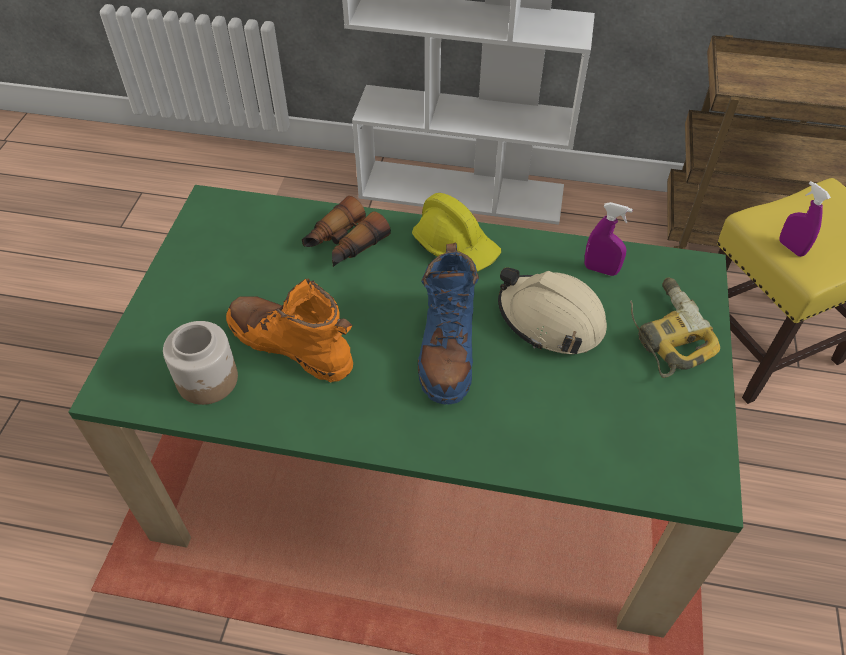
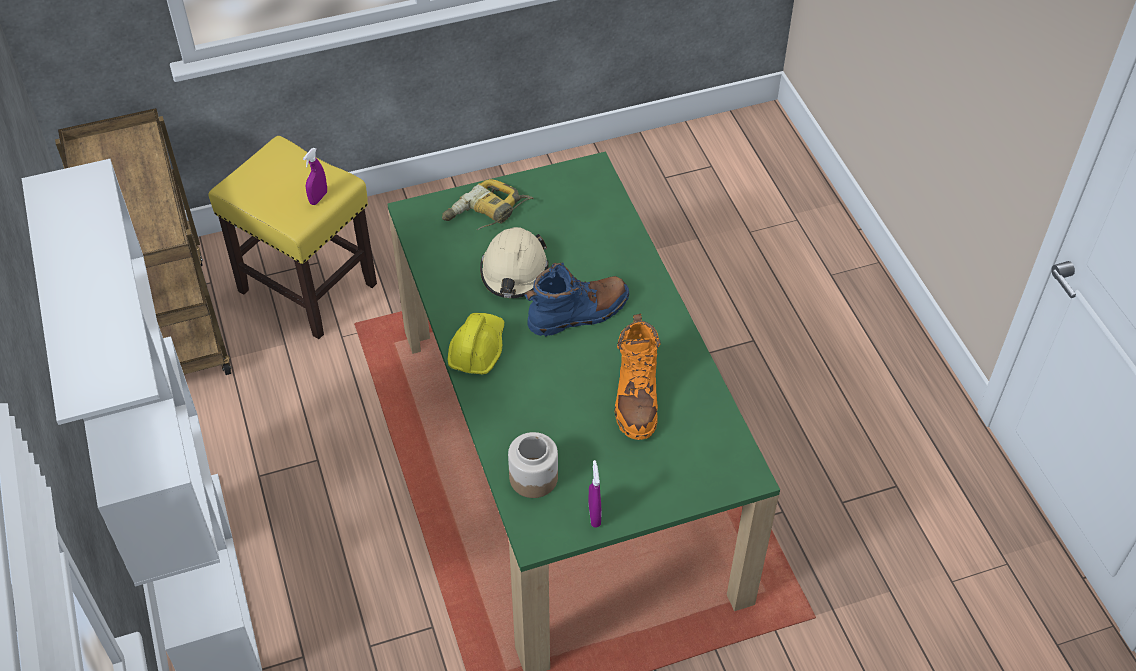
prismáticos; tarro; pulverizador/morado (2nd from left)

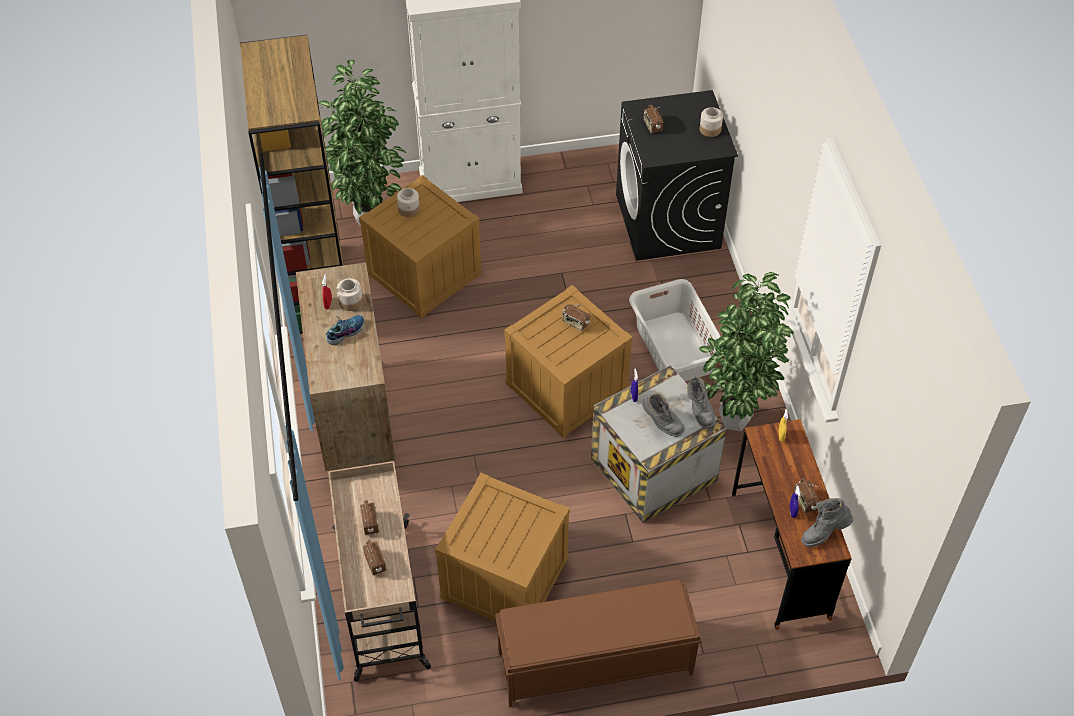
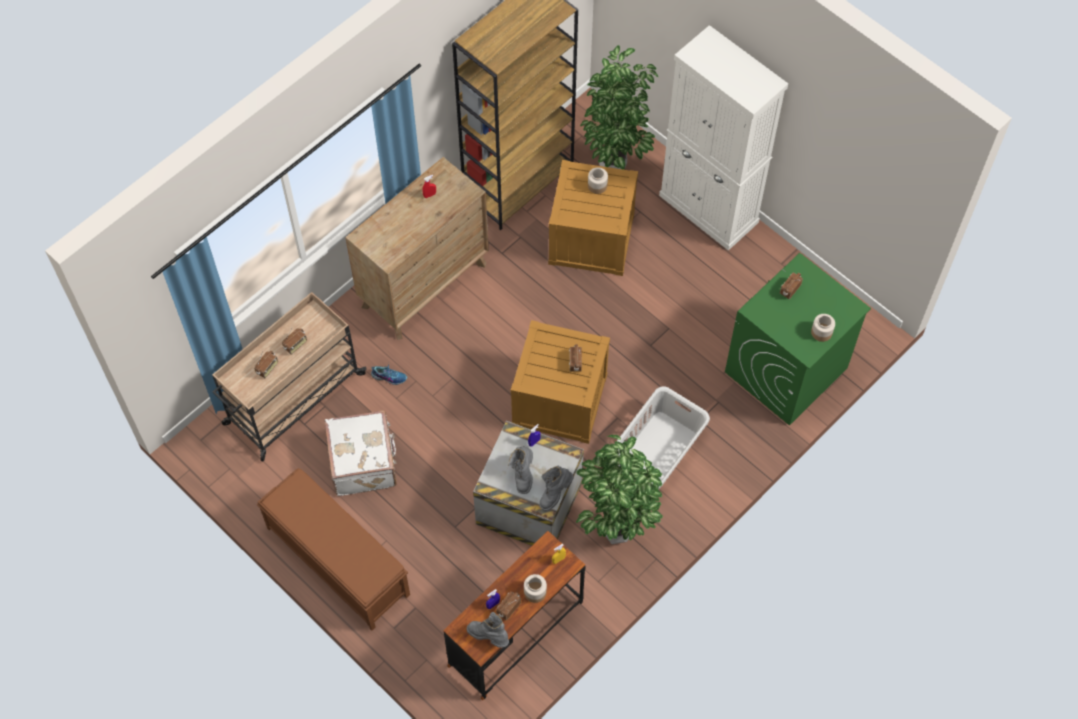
zapato; tarro (1st from left); maleta/blanco; lavadora/verde

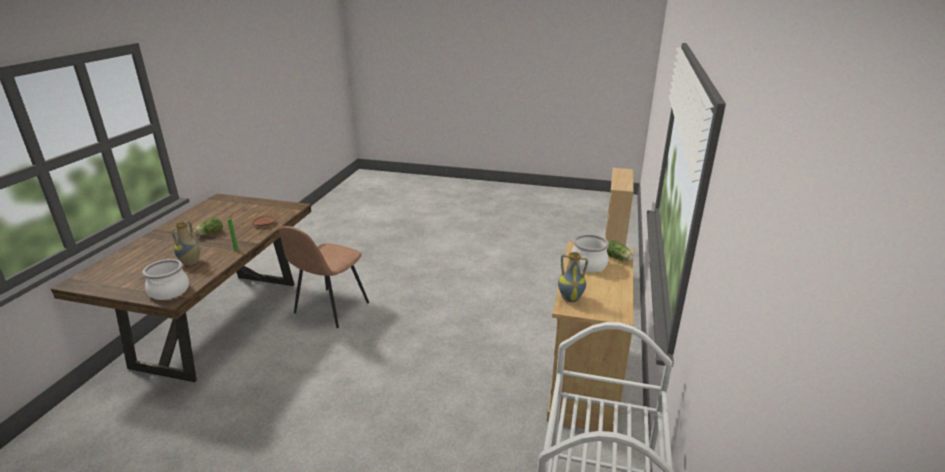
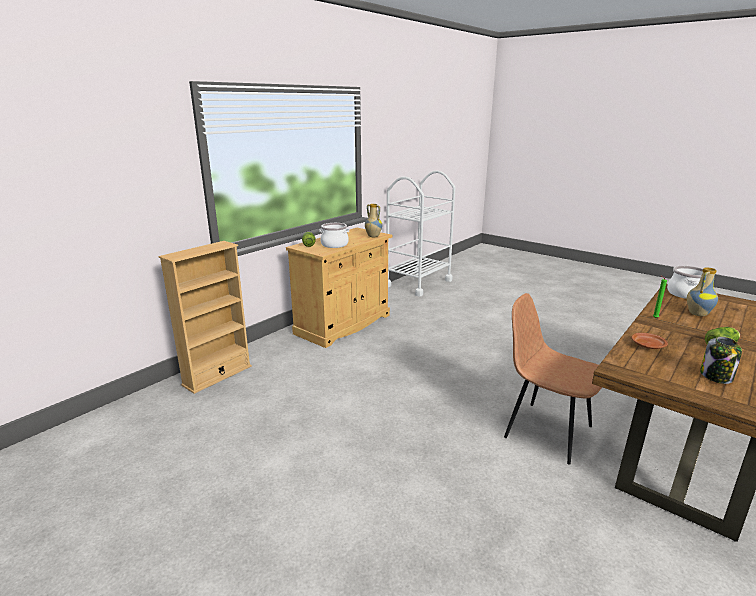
tarro; silla/marrón

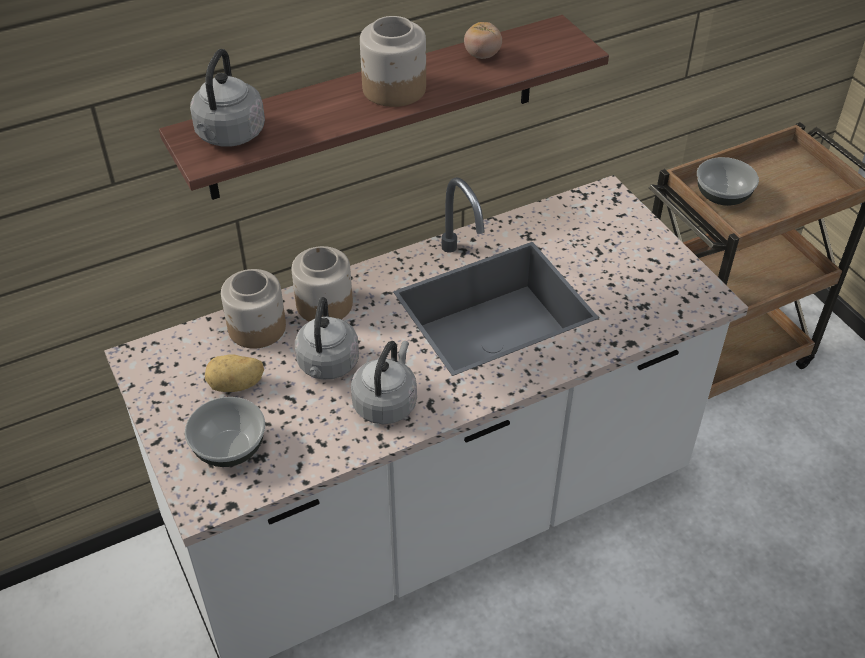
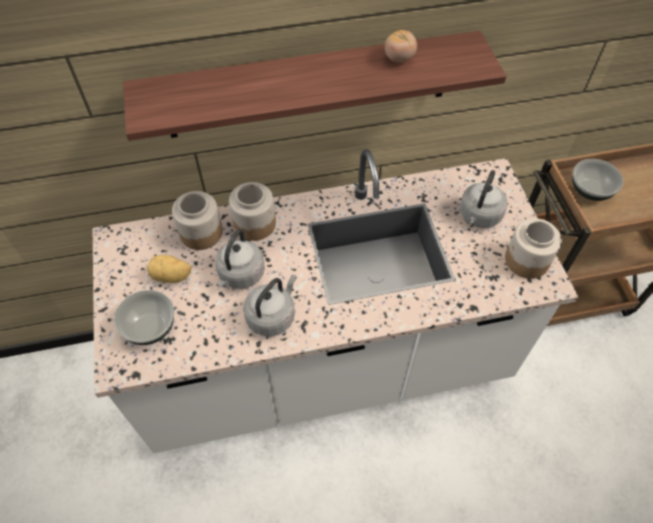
hervidor/gris (3rd from left); tarro (3rd from left)

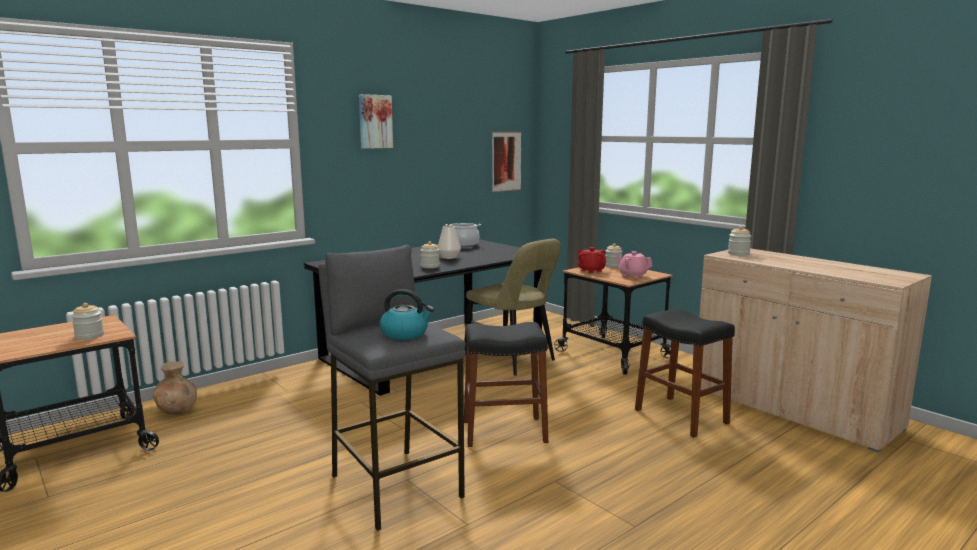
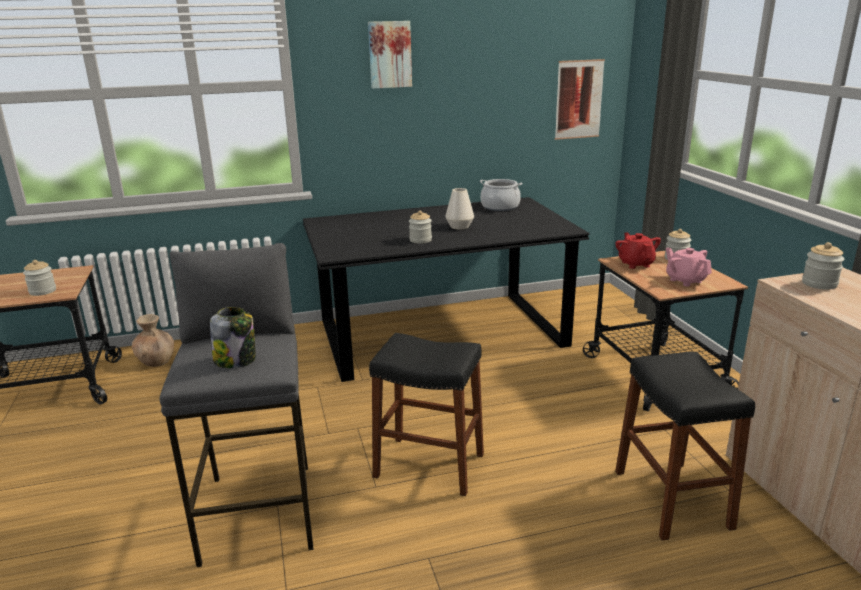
silla/beis; tarro (2nd from left)

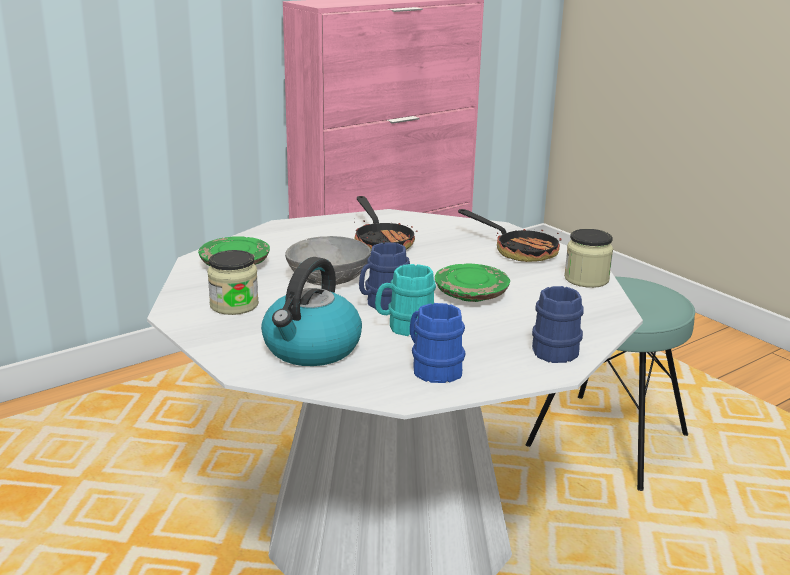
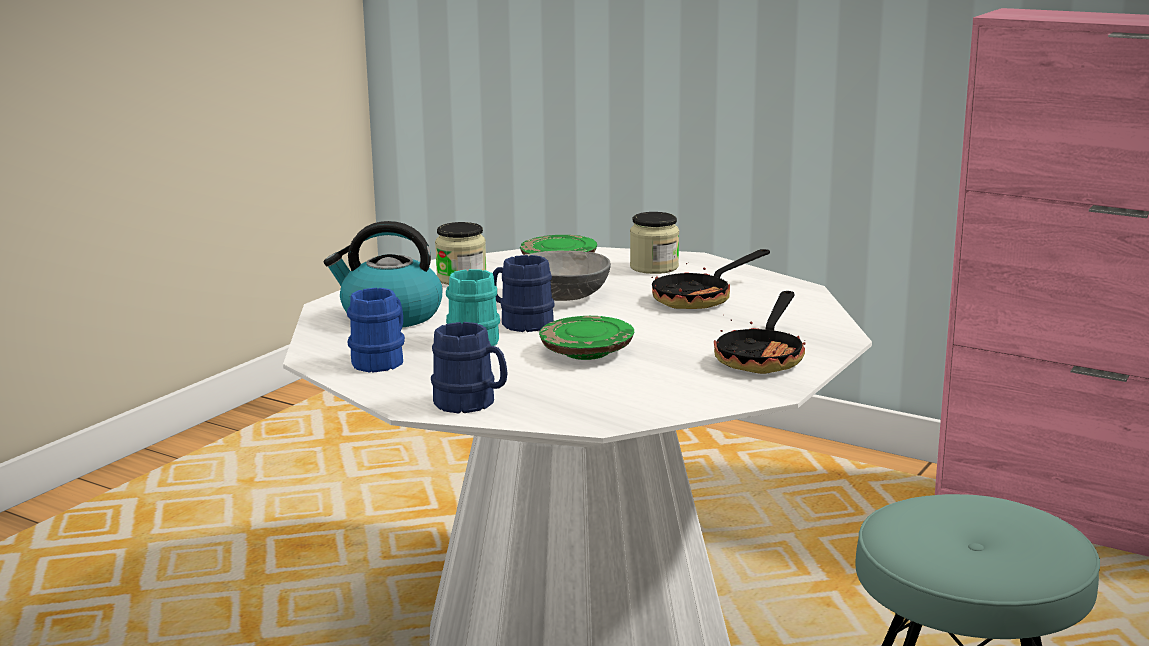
tarro (2nd from left)

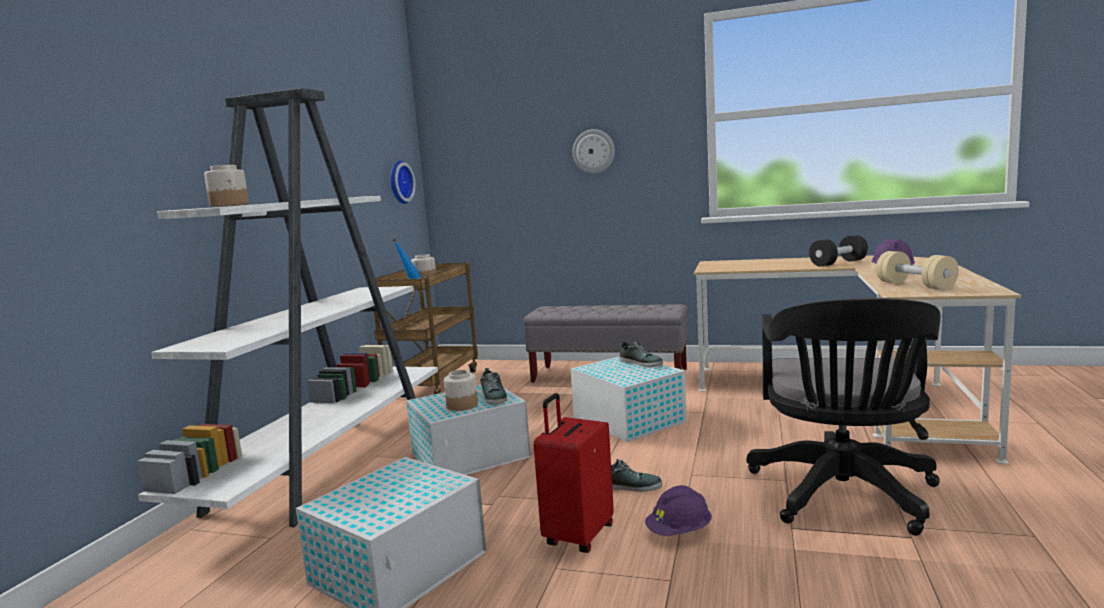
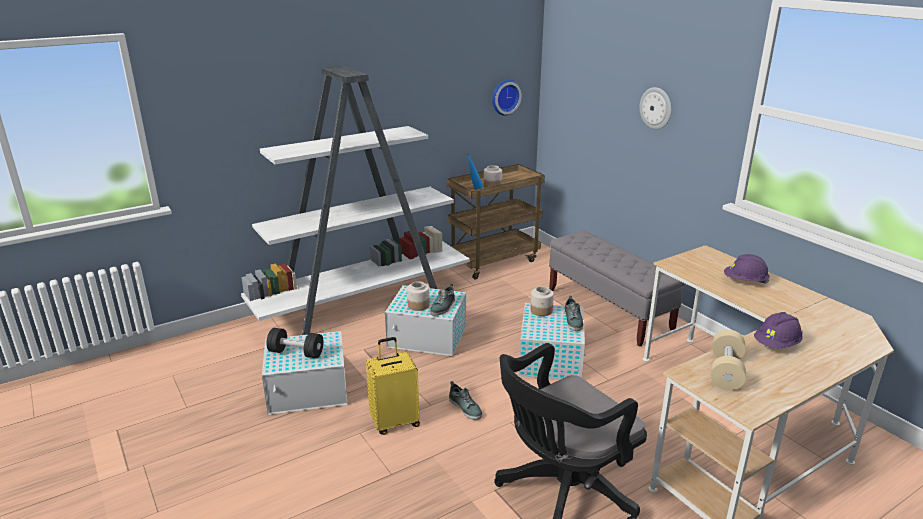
tarro (3rd from left); casco/morado (1st from left); mancuerna/negro; maleta/amarillo

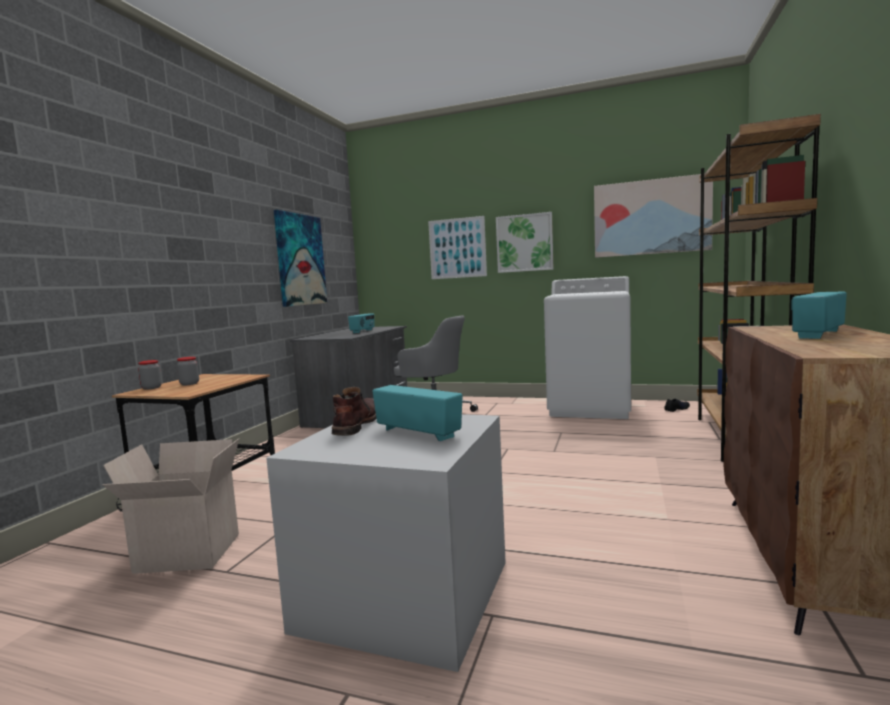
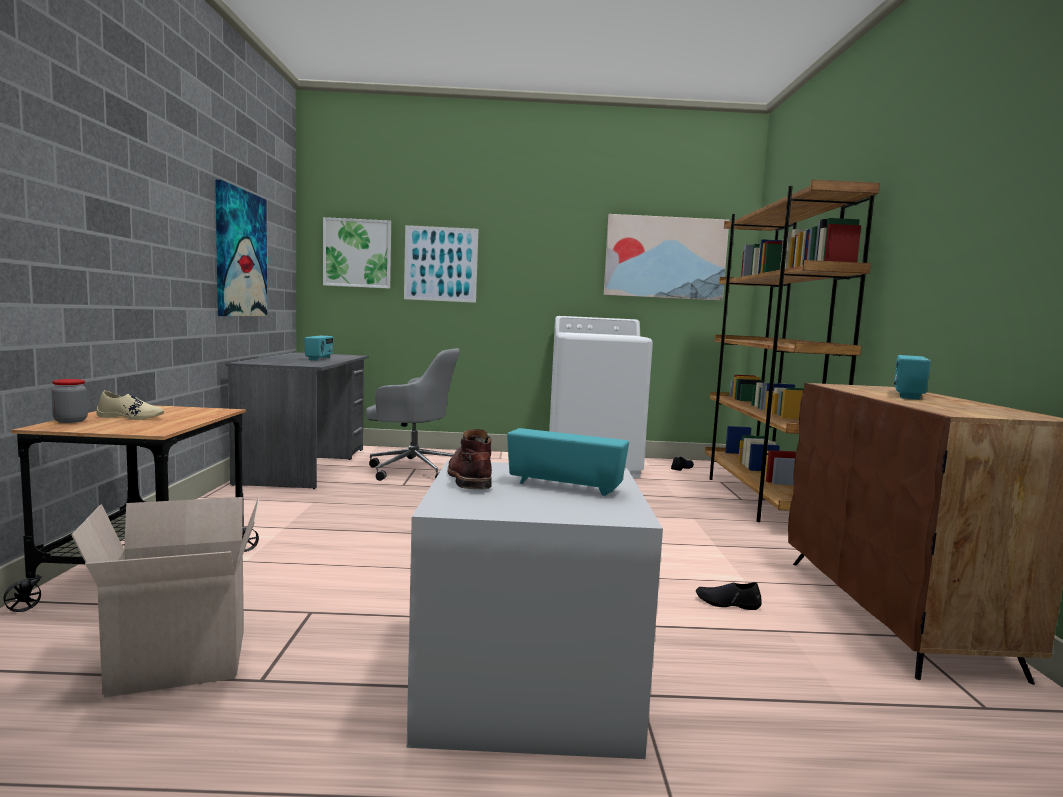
zapato/negro (2nd from left); cuadro (2nd from left); zapato/beis

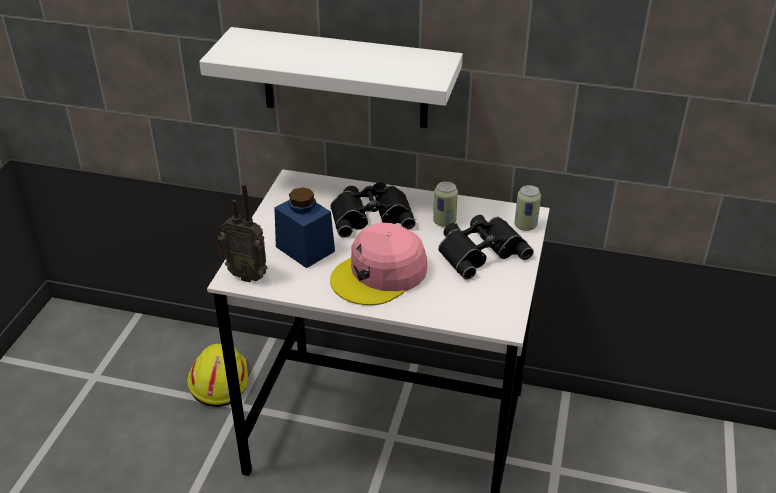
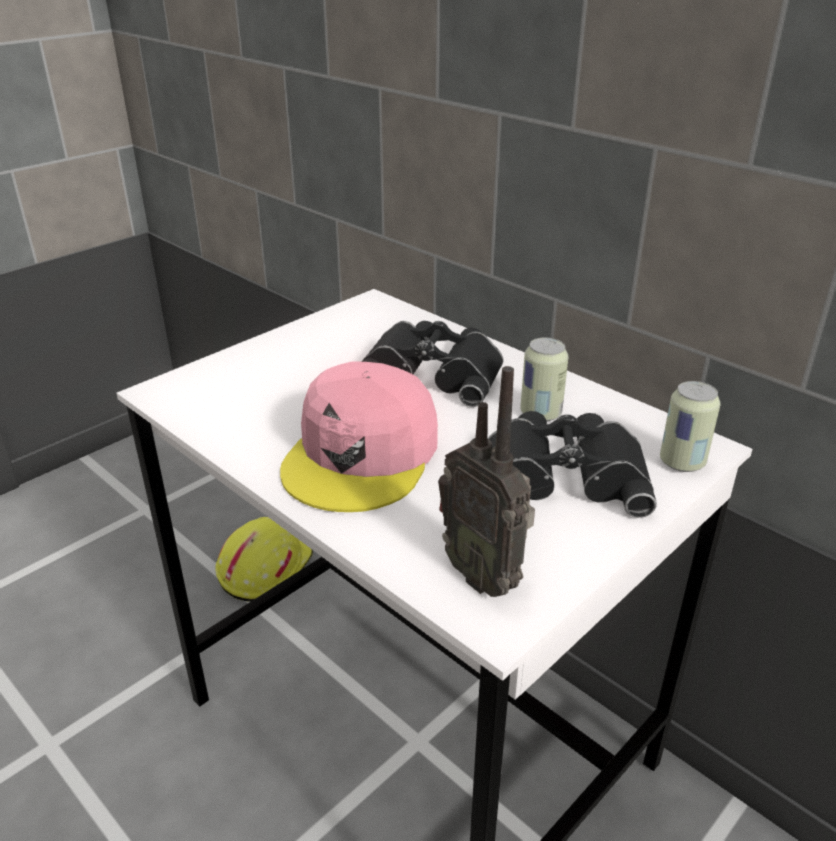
estante/blanco; tarro/azul; radio; gorra/rosa

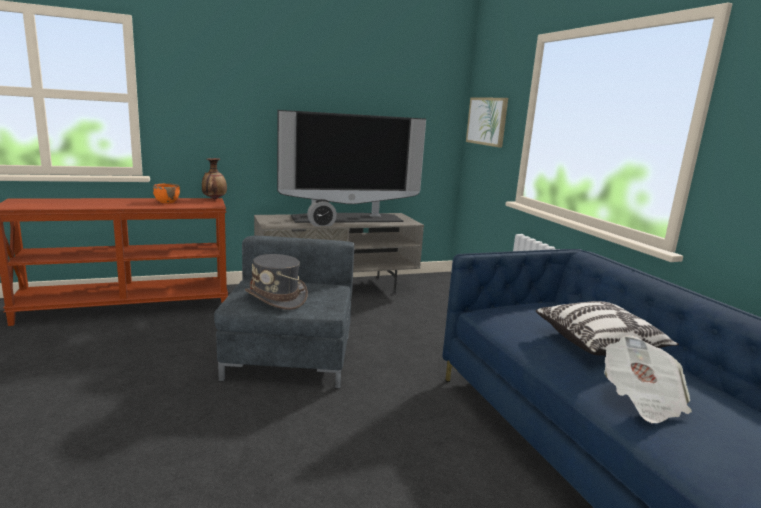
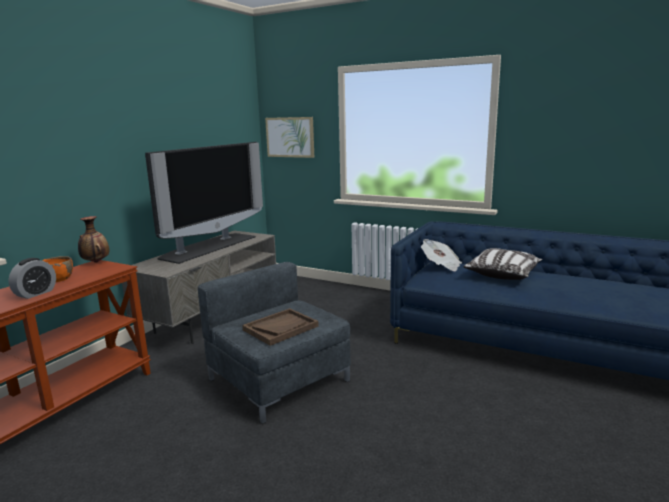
despertador; periódico; bandeja/marrón

